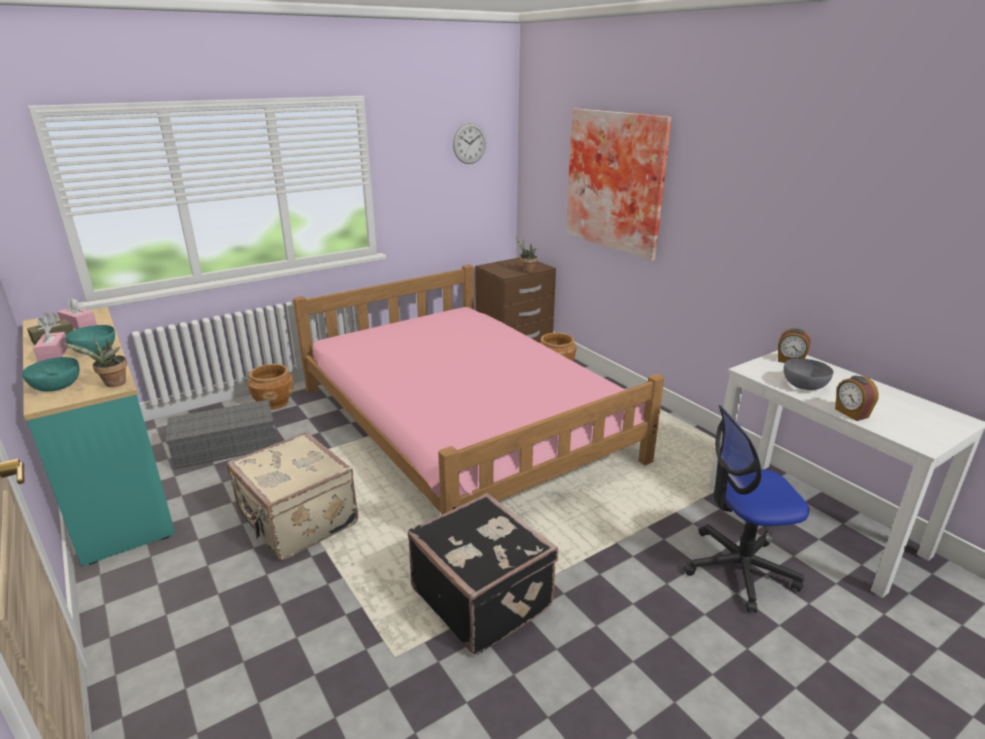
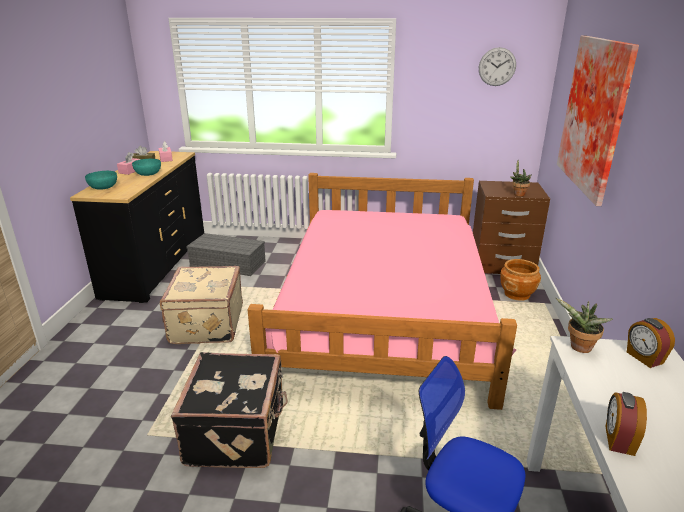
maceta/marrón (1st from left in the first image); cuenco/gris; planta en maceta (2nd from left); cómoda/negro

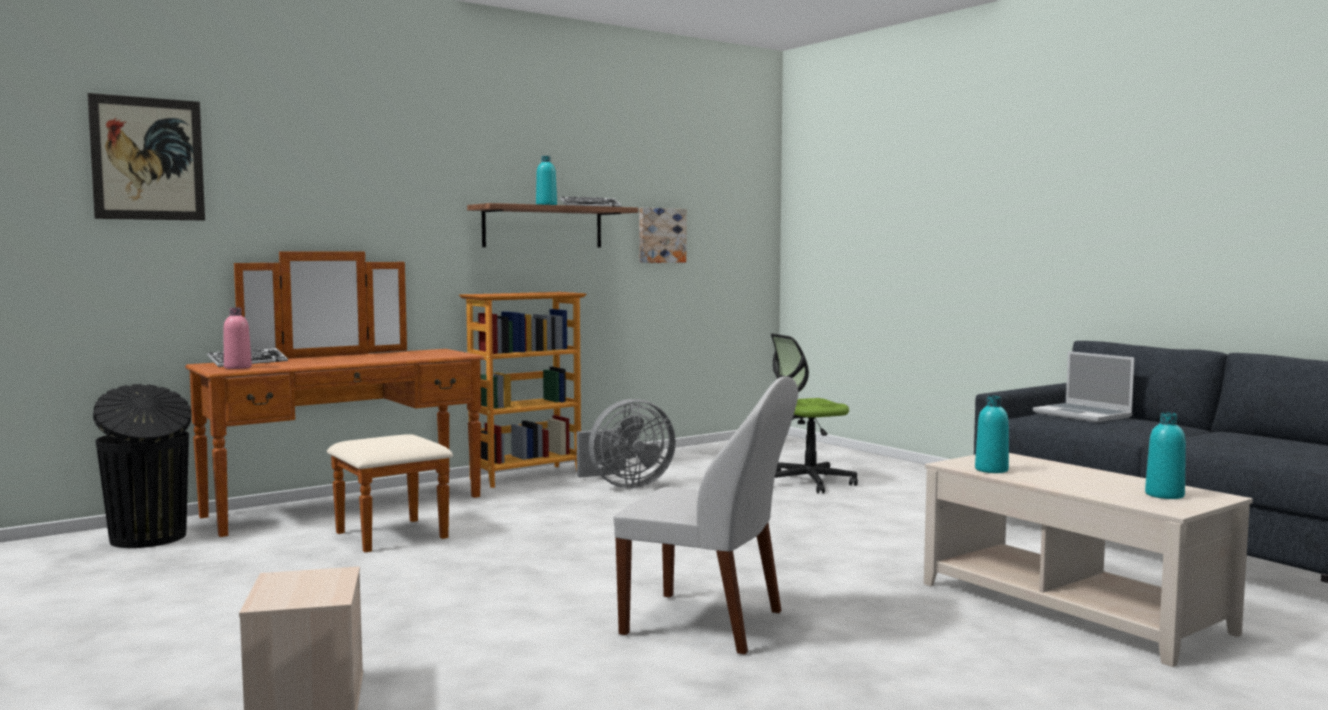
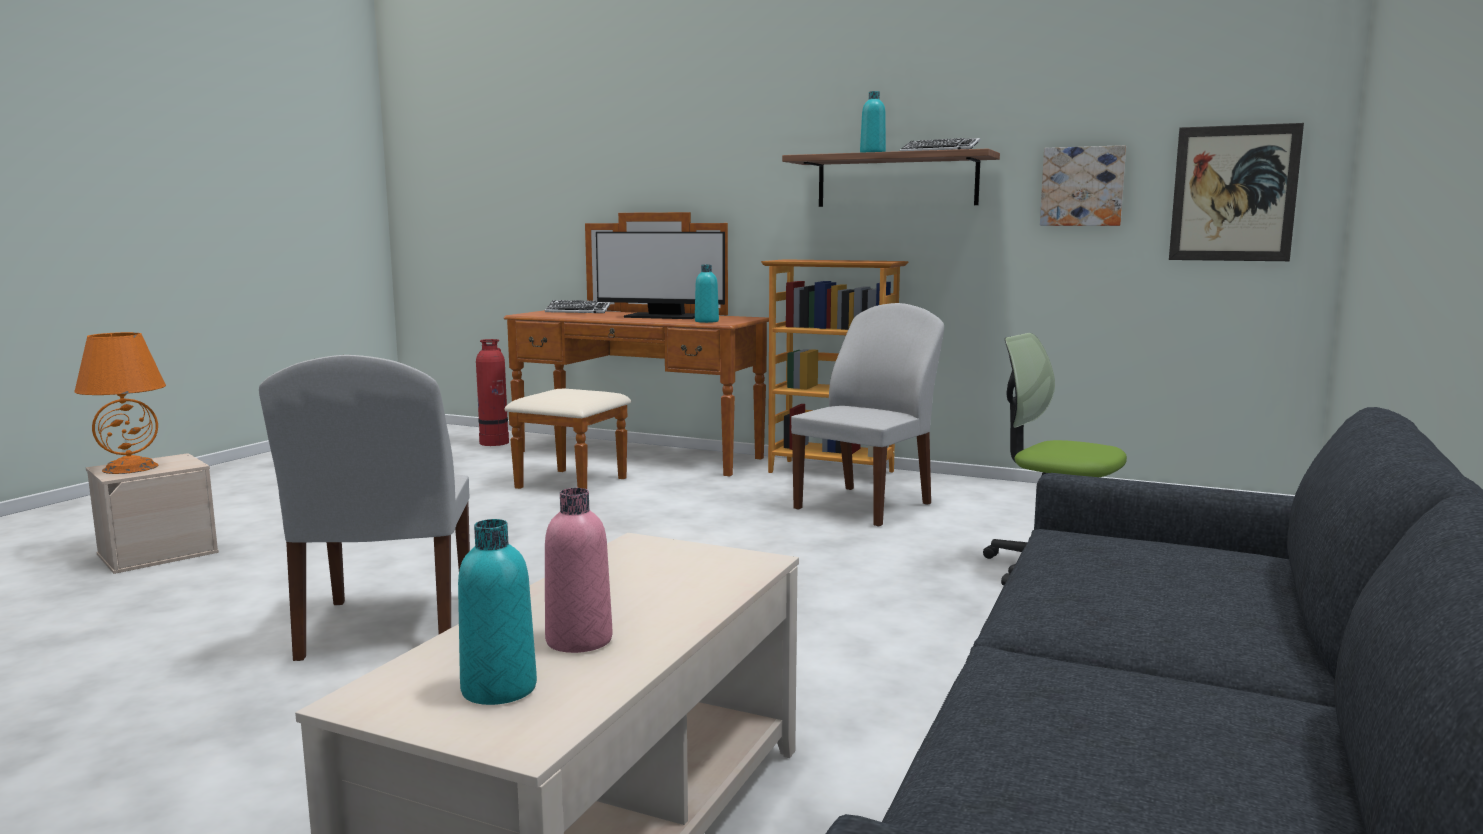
portátil; lámpara de mesa/naranja; monitor; cuadro (2nd from left); botella/rosa; botella/turquesa (2nd from left); extintor; silla/blanco (2nd from left)

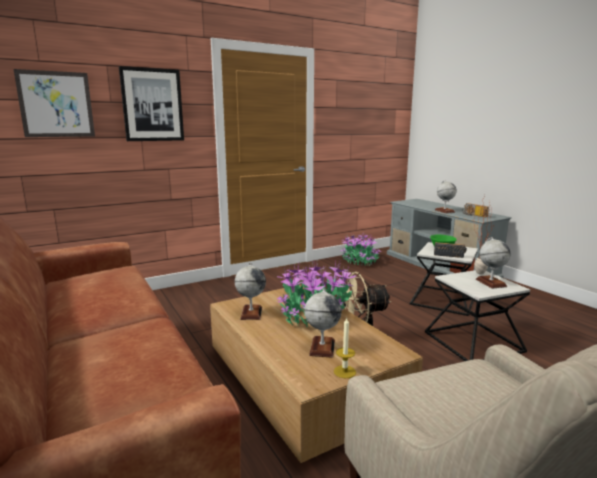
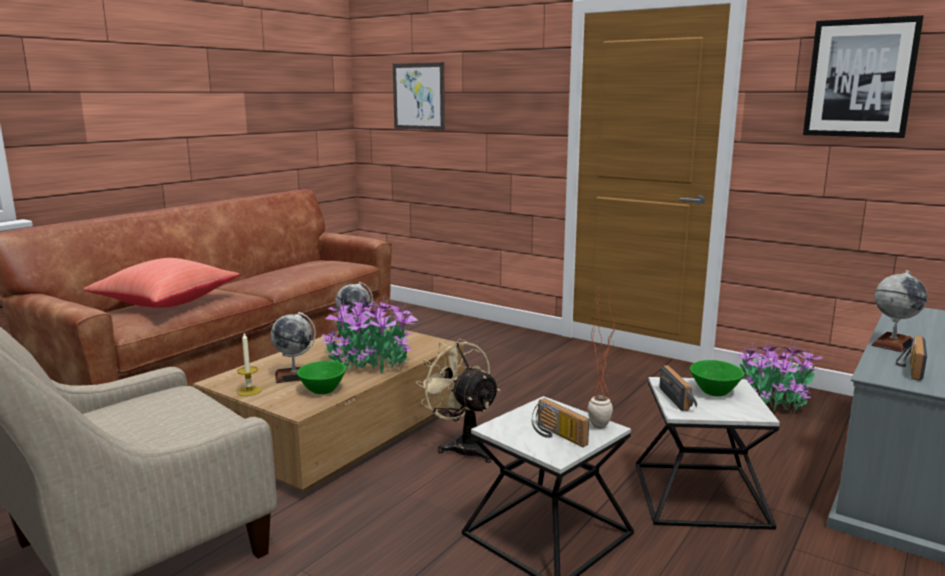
cojín/rojo; cuenco/verde (1st from left); cuadro (2nd from left); radio (1st from left)

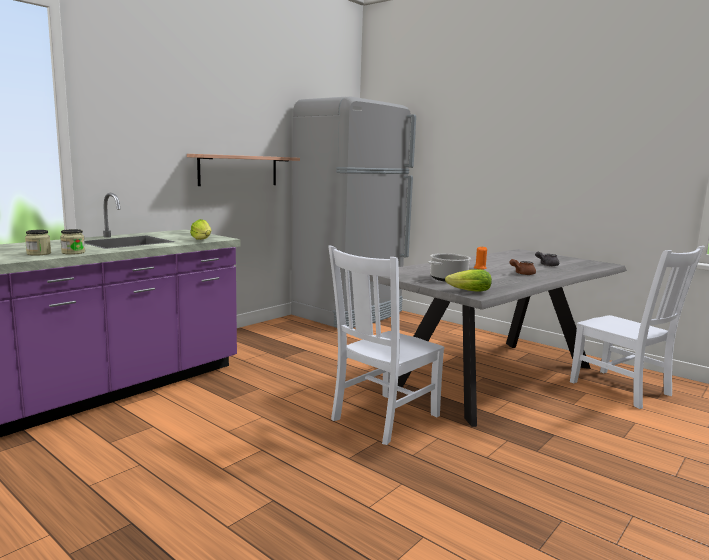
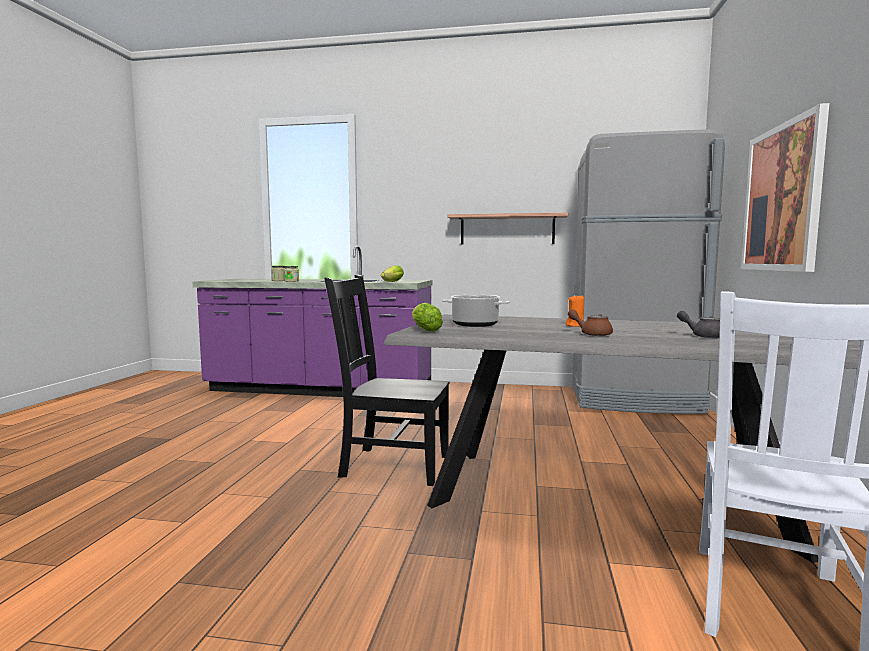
cuadro; silla/negro

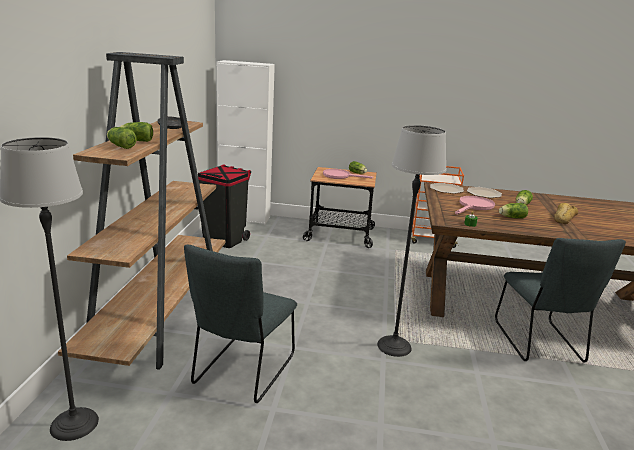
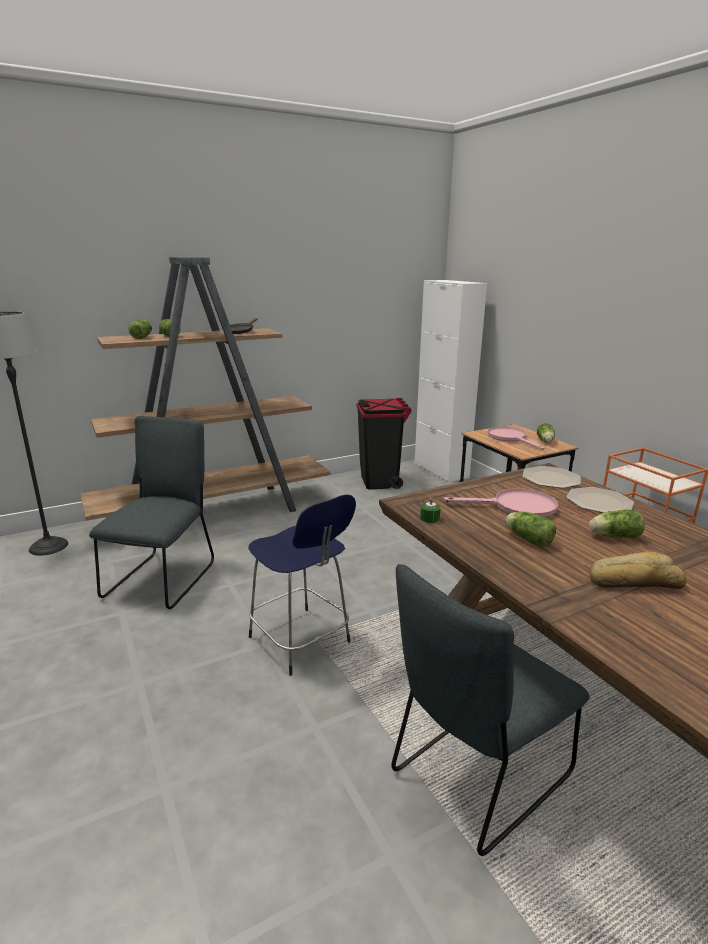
taburete/azul; silla/gris (1st from left)

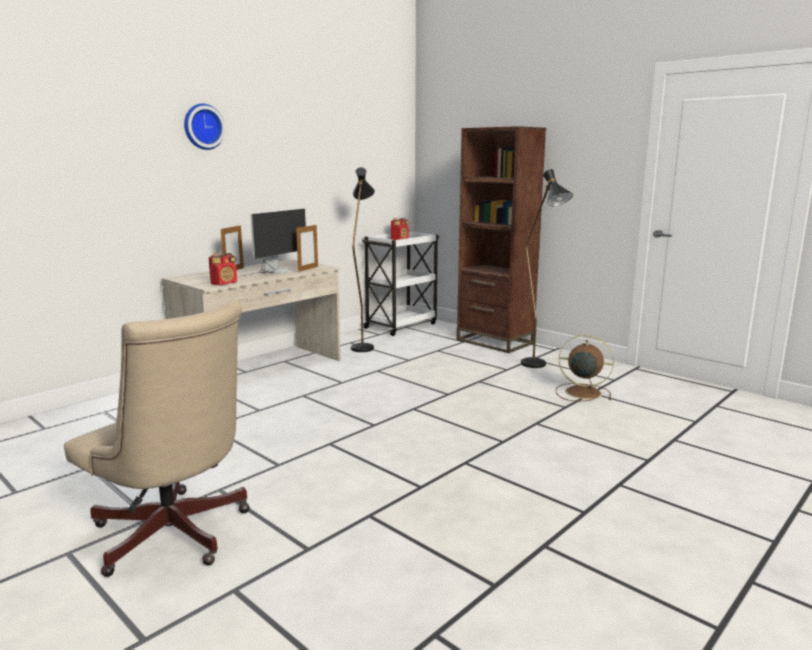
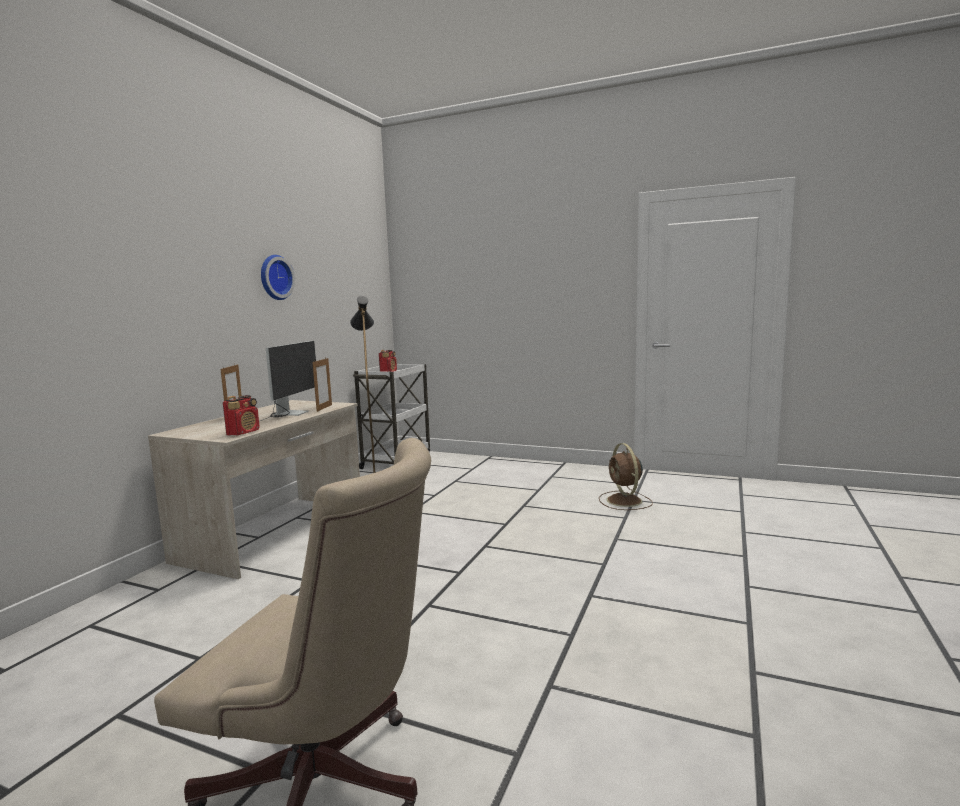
estantería/marrón; lámpara de pie/negro (2nd from left in the first image); reloj de pared; ventilador/marrón

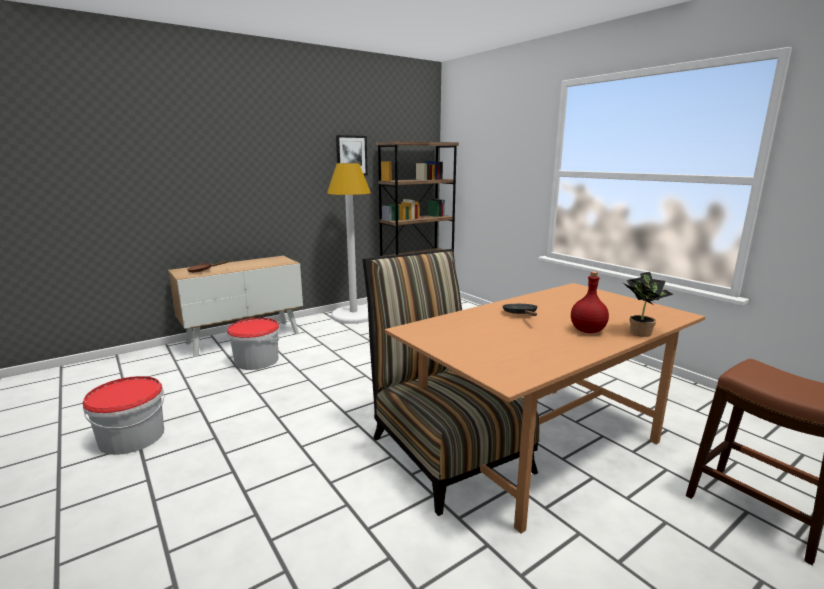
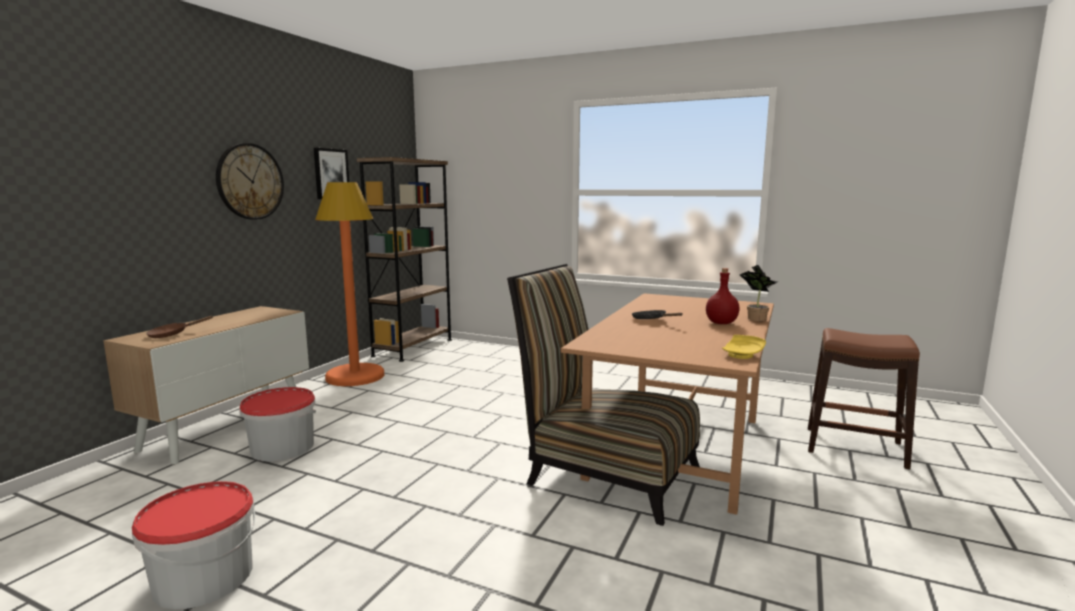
reloj de pared; plato/amarillo; lámpara de pie/naranja

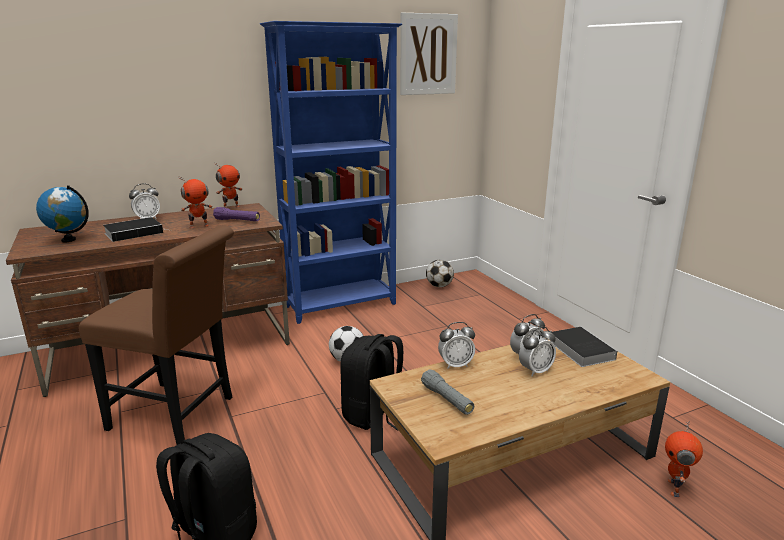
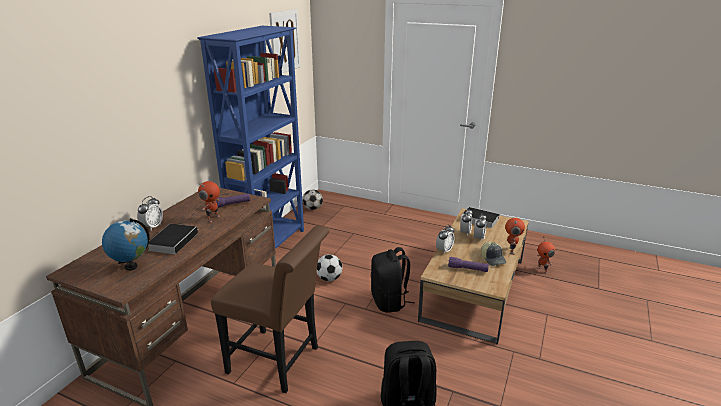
gorra; robot de juguete (2nd from left); linterna/morado (2nd from left); silla/marrón

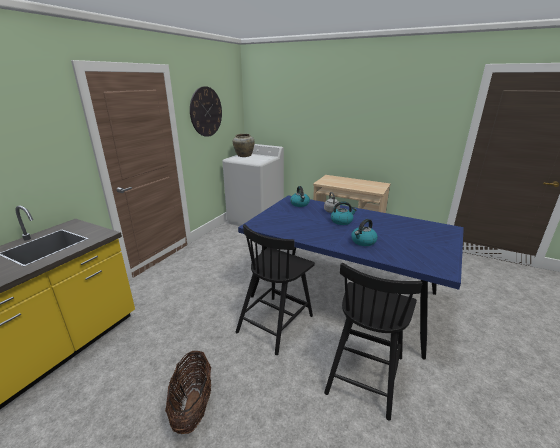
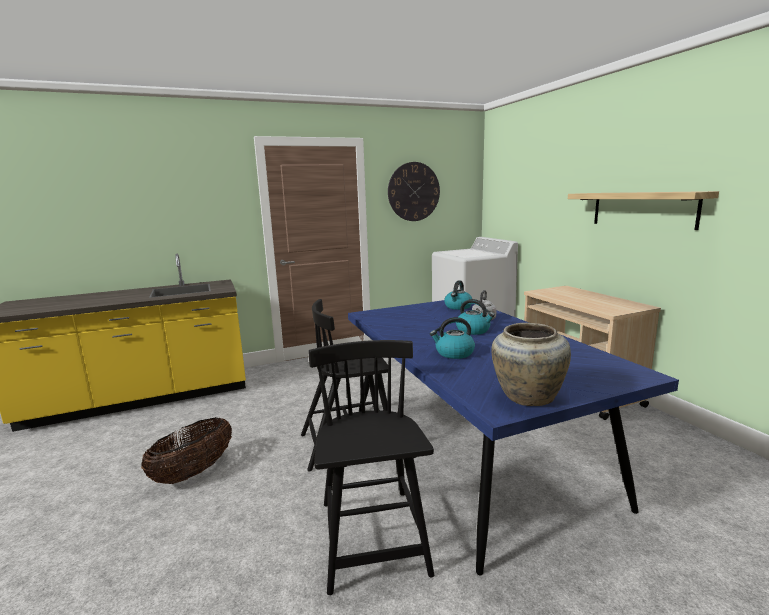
estante; florero/beis; silla/negro (2nd from left)

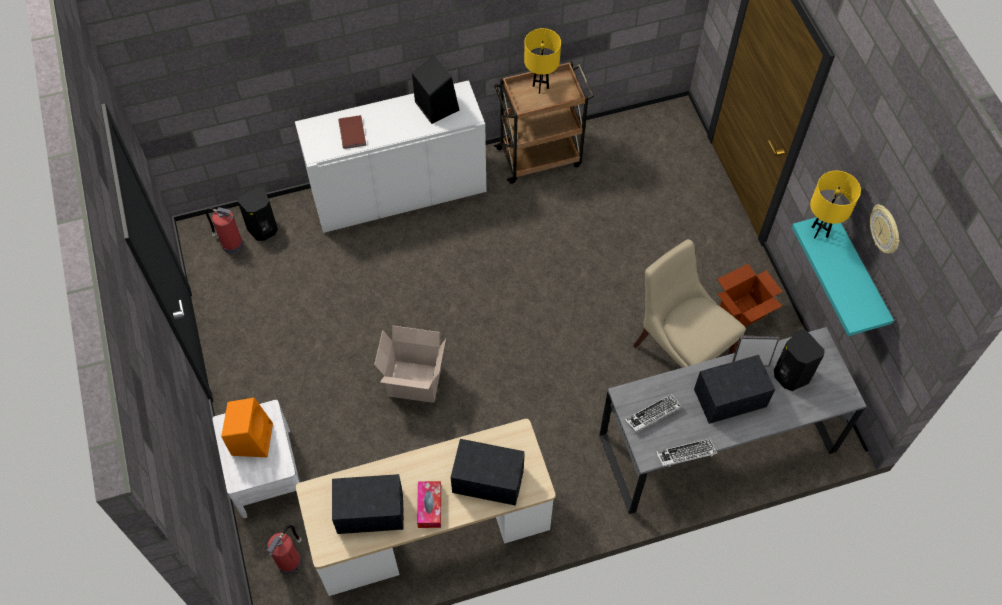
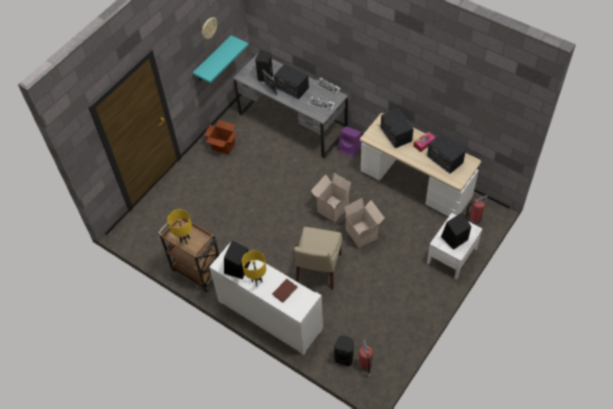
caja de cartón (2nd from left); altavoz/morado; silla/beis; lámpara de mesa/amarillo (2nd from left); altavoz/negro (4th from left)

